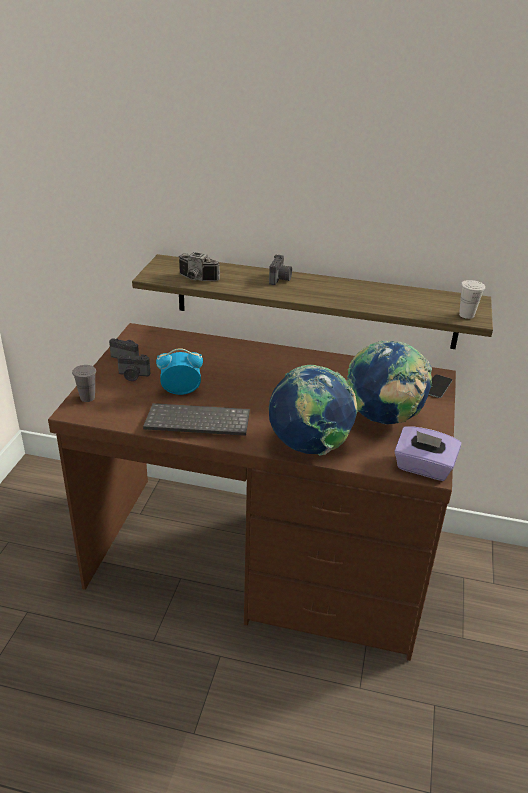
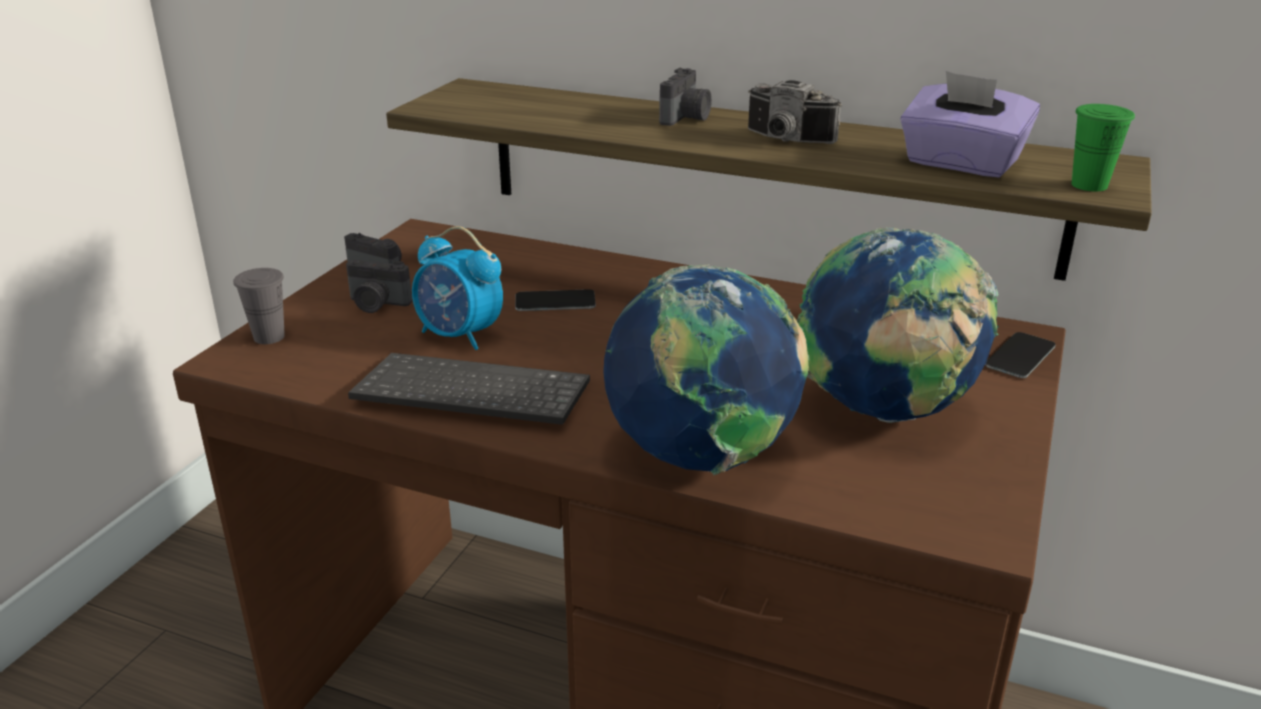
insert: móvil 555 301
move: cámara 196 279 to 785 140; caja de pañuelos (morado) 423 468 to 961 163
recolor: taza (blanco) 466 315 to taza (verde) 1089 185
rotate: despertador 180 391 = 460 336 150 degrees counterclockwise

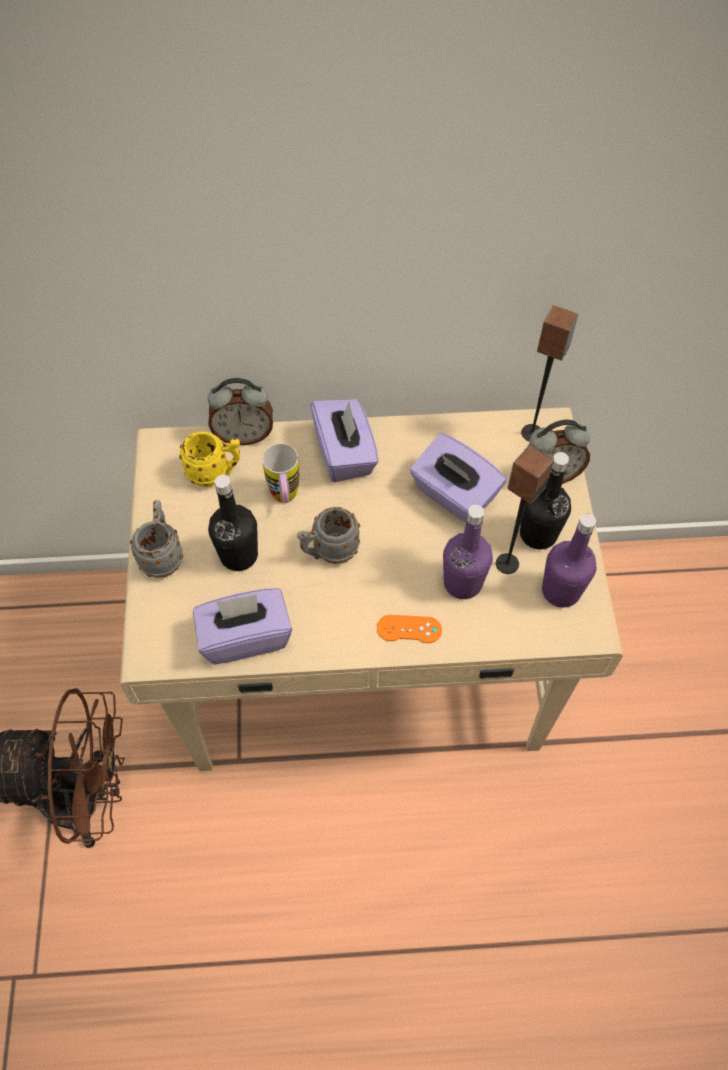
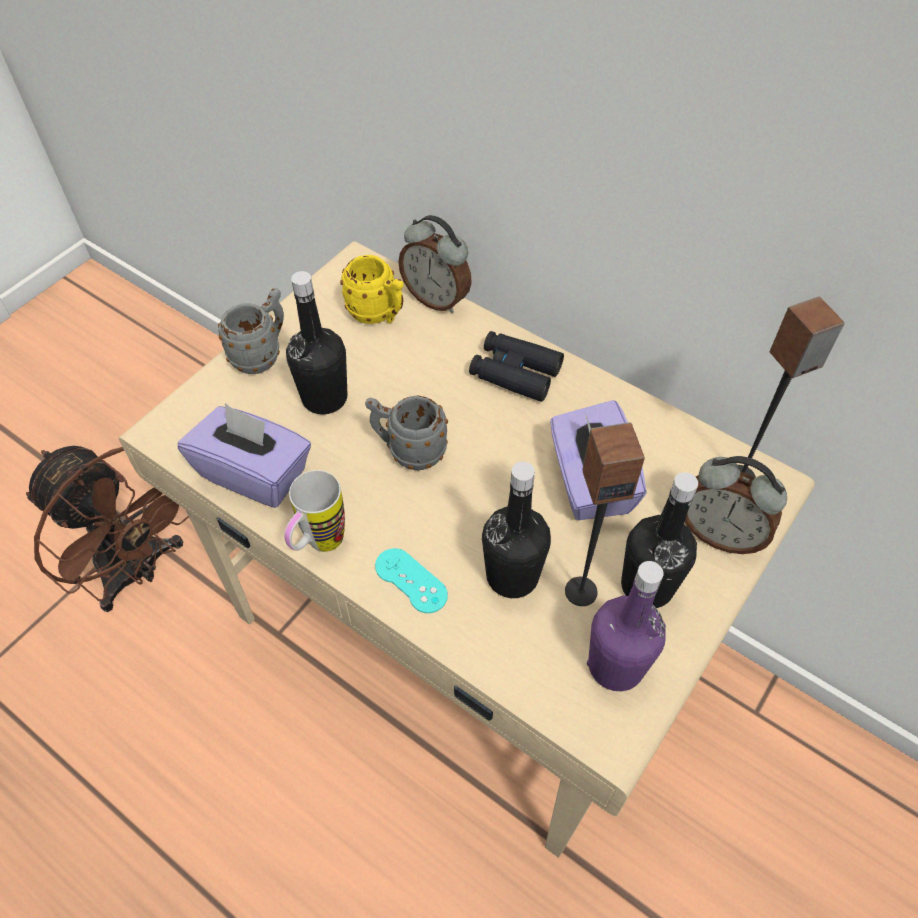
move: taza grande 285 499 to 319 546
replace: caja de pañuelos (morado) 345 454 to prismáticos (negro) 515 372
recolor: mando de consola (naranja) 409 629 to mando de consola (turquesa) 411 580; botella (morado) 462 583 to botella (negro) 512 576

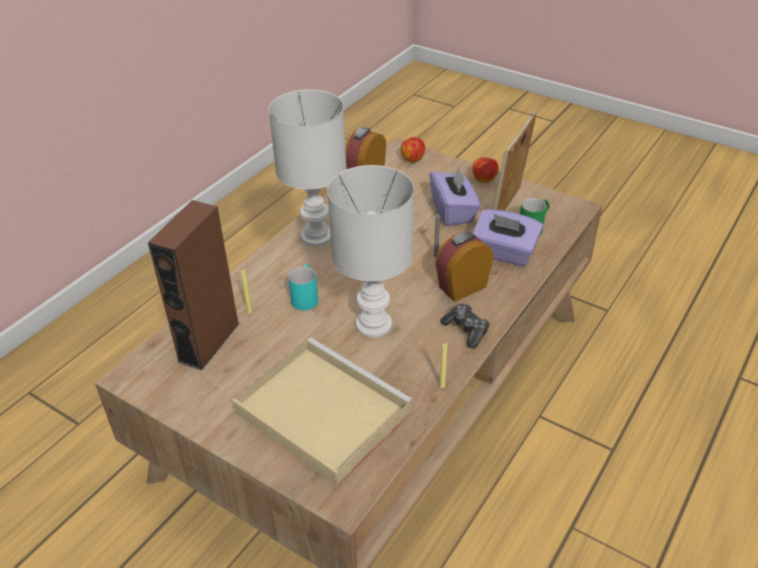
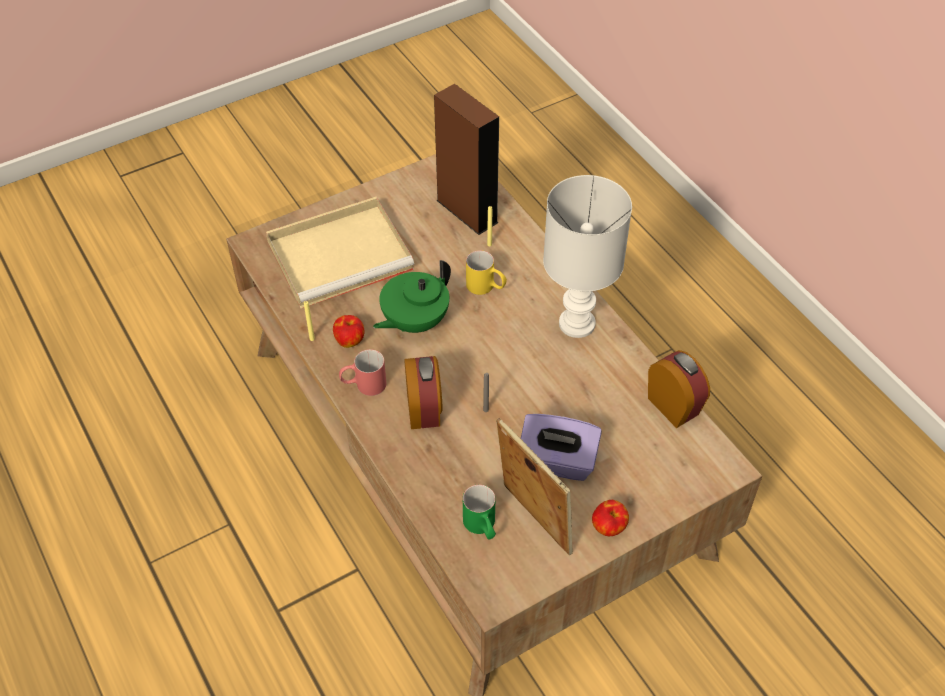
delete: caja de pañuelos (morado) 504 253
move: manzana 412 159 to 350 340
replace: mando de consola 466 330 to taza grande (rojo) 363 385; lámpara de mesa (blanco) 374 326 to tetera (verde) 414 321
recolor: taza grande (turquesa) 306 296 to taza grande (amarillo) 486 287

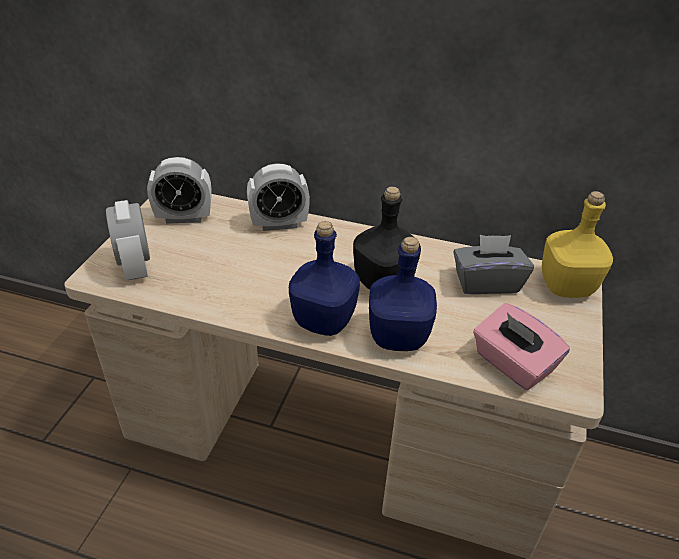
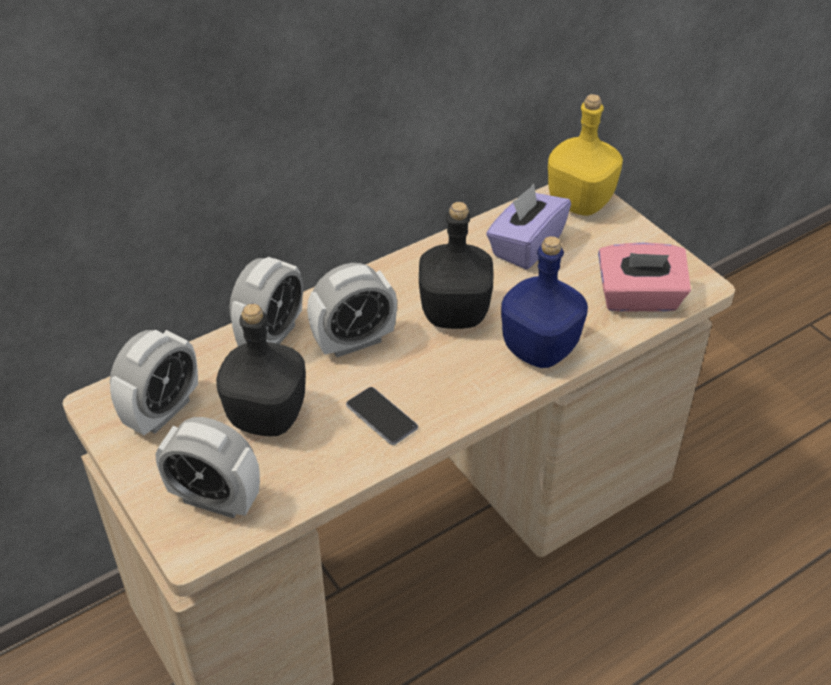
delete: botella (azul) 324 320
insert: botella (negro) 265 416; despertador 354 341; móvil 381 417
recolor: caja de pañuelos (gris) 486 282 to caja de pañuelos (morado) 526 246

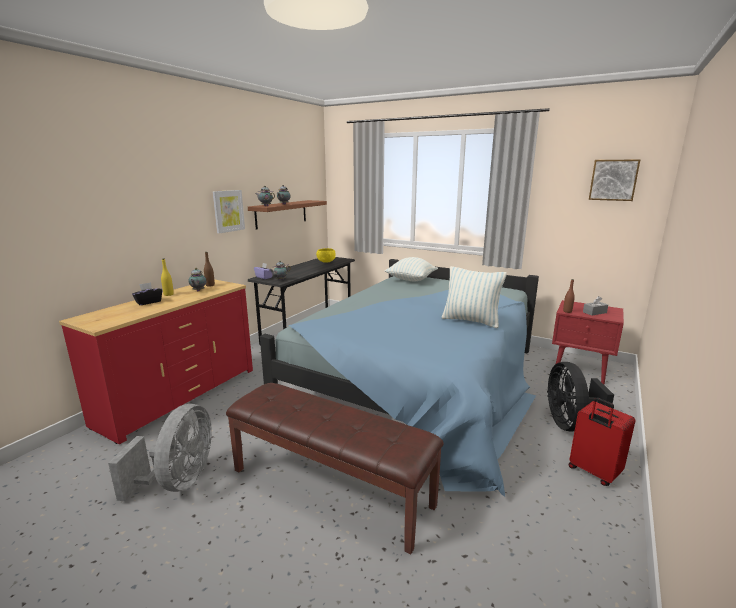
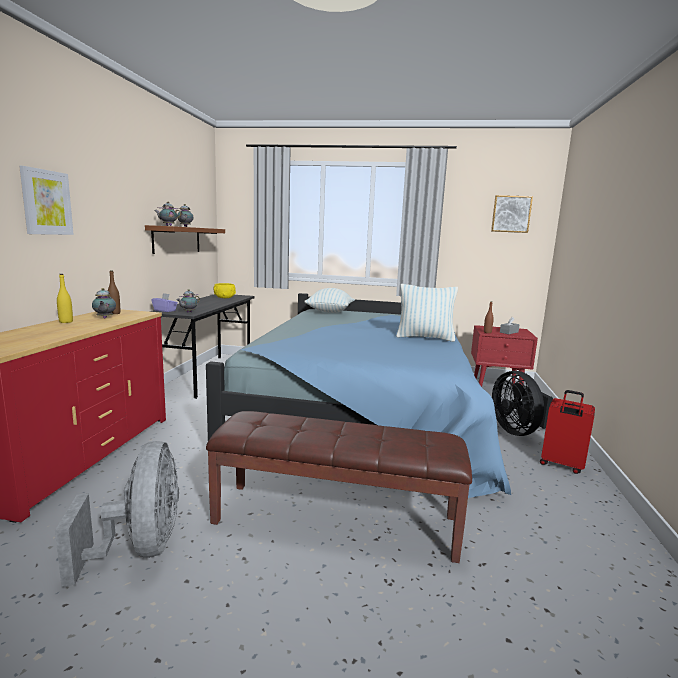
delete: caja de pañuelos (negro) 148 302
move: cuadro 228 211 to 46 202

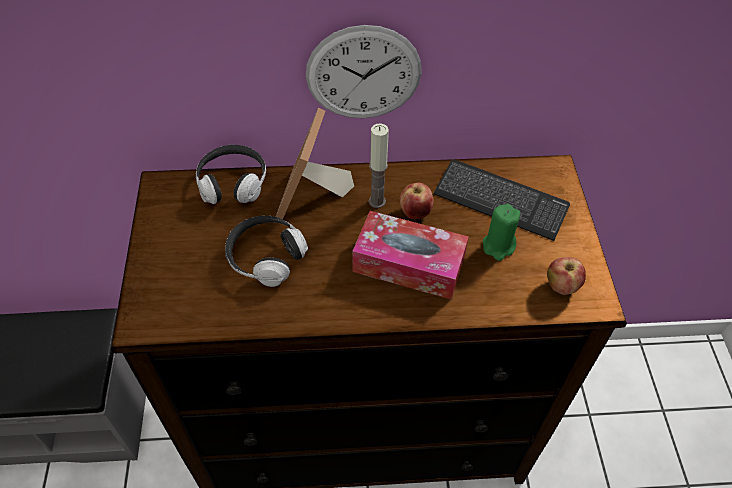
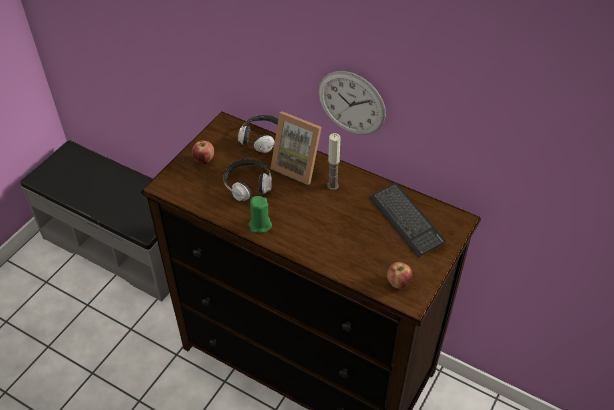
delete: caja de pañuelos 408 264
move: manzana 415 212 to 204 160; vela (verde) 498 246 to 260 225
rotate: portarretratos 311 197 = 298 166 105 degrees counterclockwise

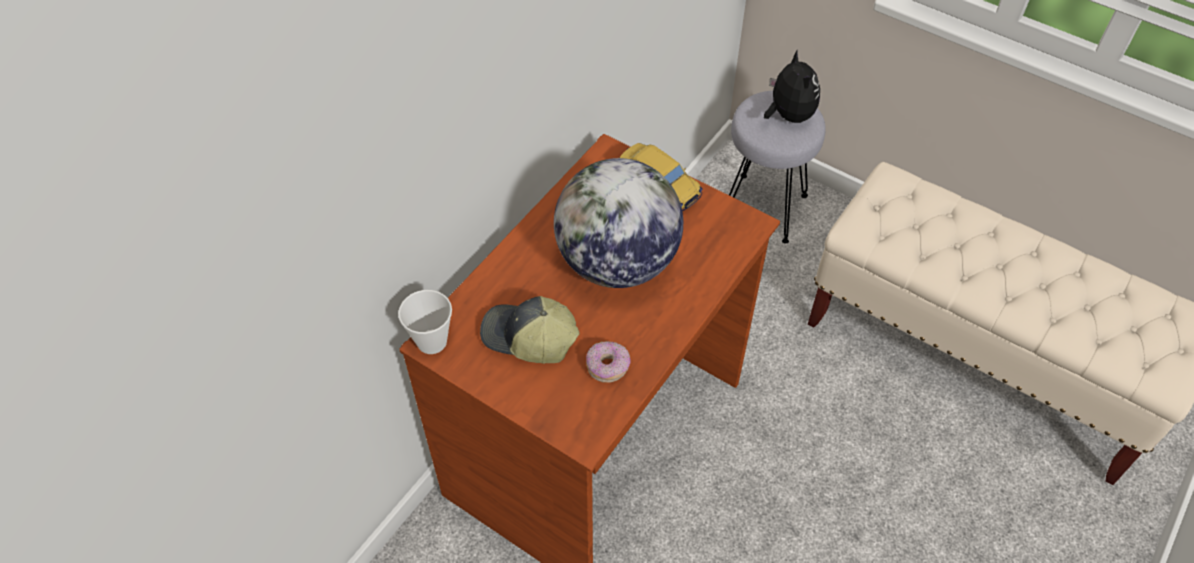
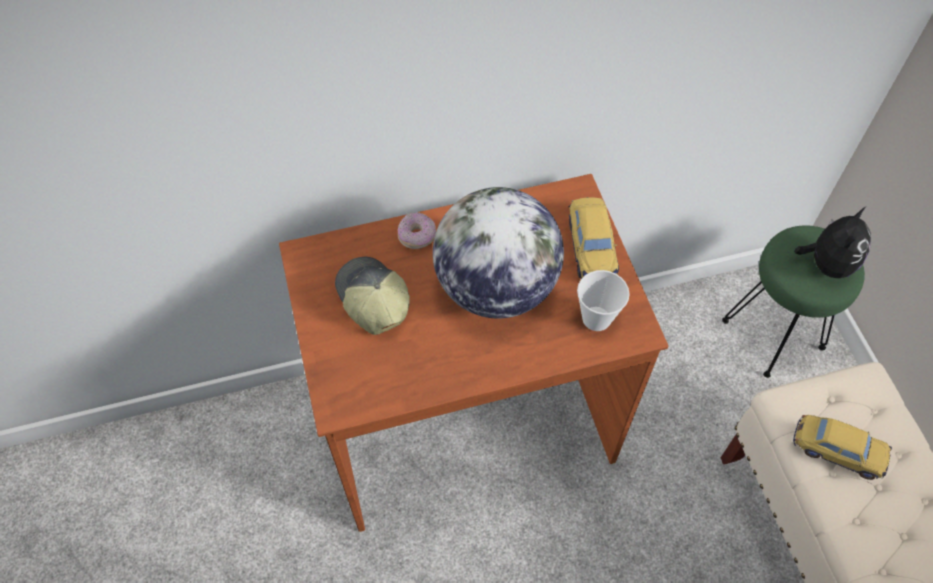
insert: coche de juguete 837 451
move: rosquilla 607 367 to 417 236; taza 432 341 to 596 318
recolor: taburete (gris) 762 207 to taburete (verde) 772 332

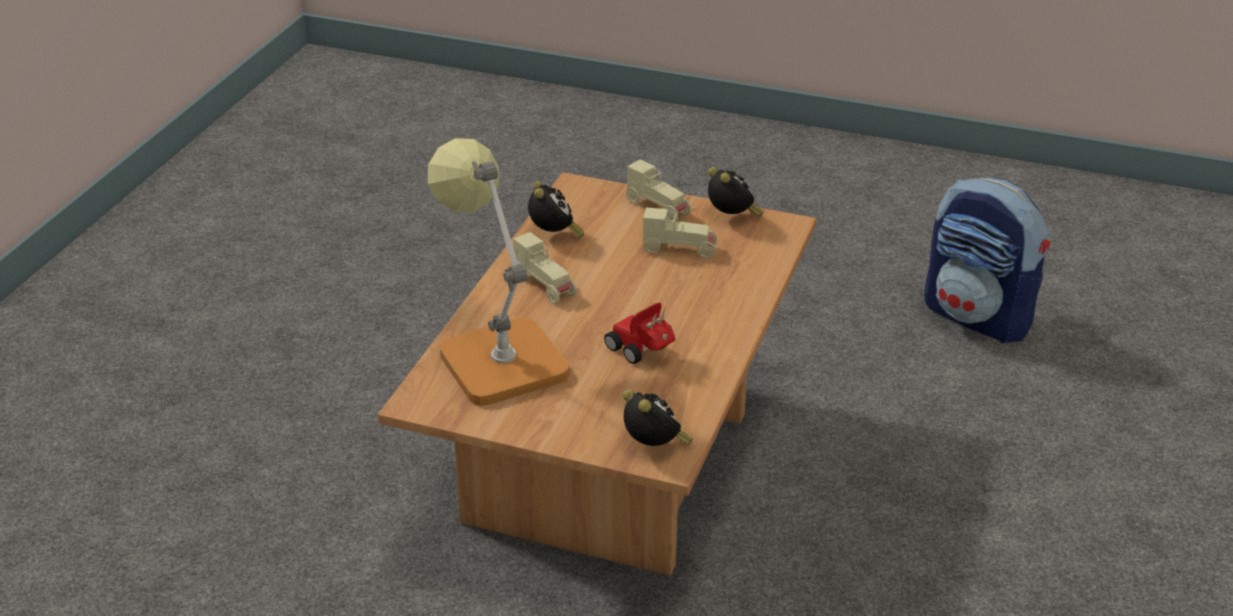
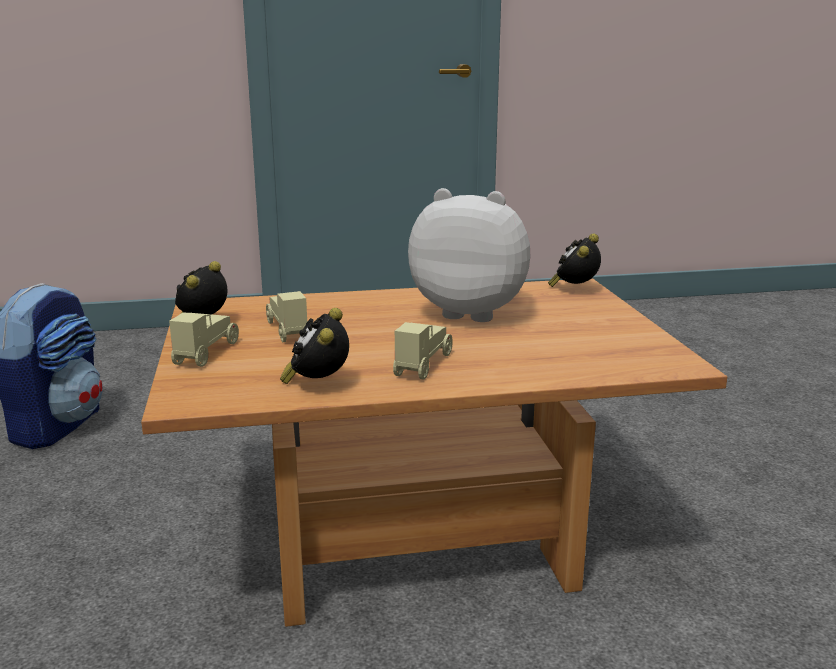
delete: lámpara de mesa 496 355
replace: coche de juguete 642 352 to peluche 471 312
rotate: despertador 554 236 = 317 384 45 degrees counterclockwise

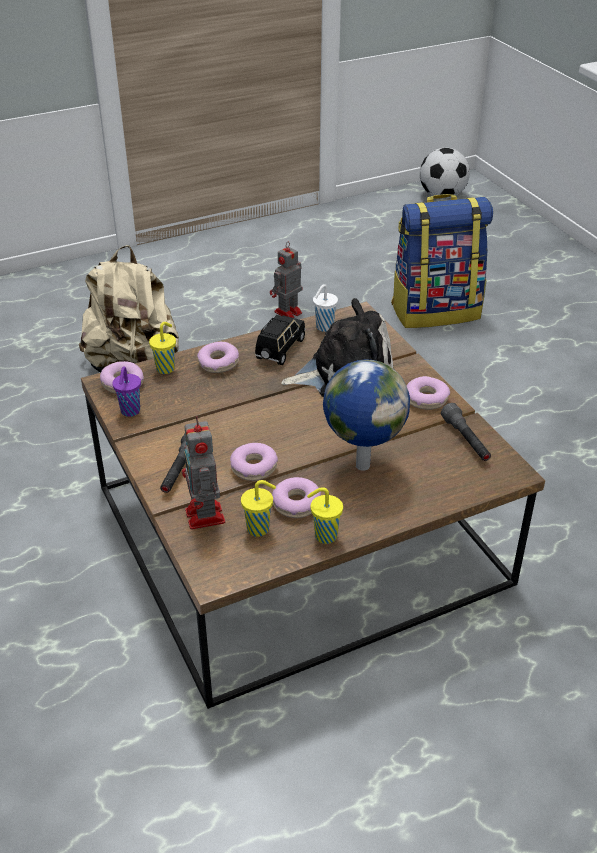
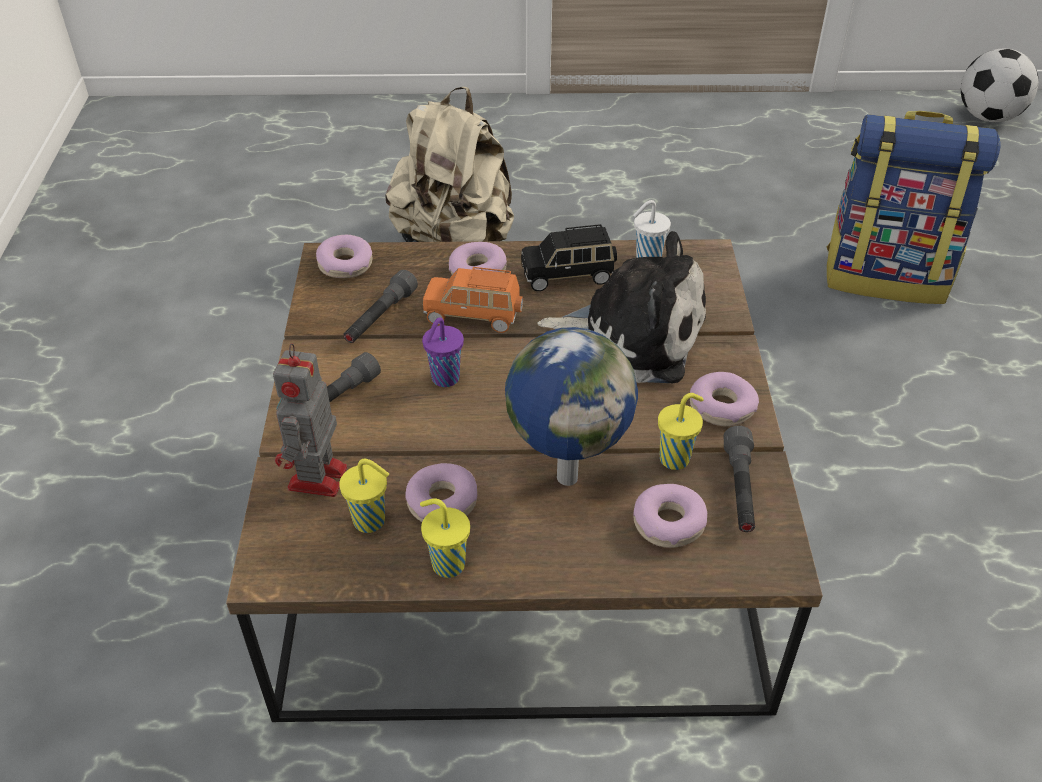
delete: robot de juguete 287 313
insert: linterna (gris) 380 318; coche de juguete (naranja) 474 316
move: taza (morado) 130 412 to 444 379; rosquilla 254 467 to 669 523; taza (amarillo) 166 368 to 676 458
rotate: coche de juguete (negro) 280 350 = 568 275 150 degrees counterclockwise

